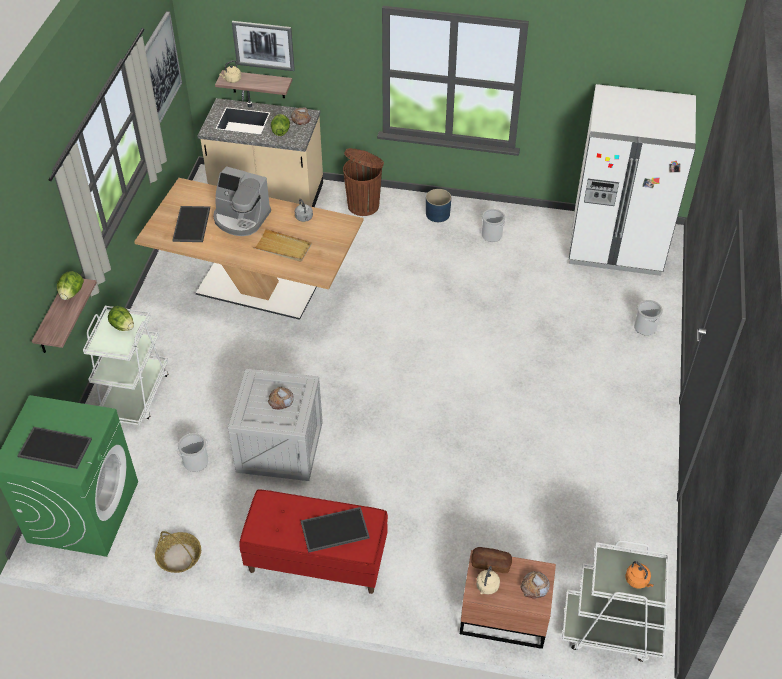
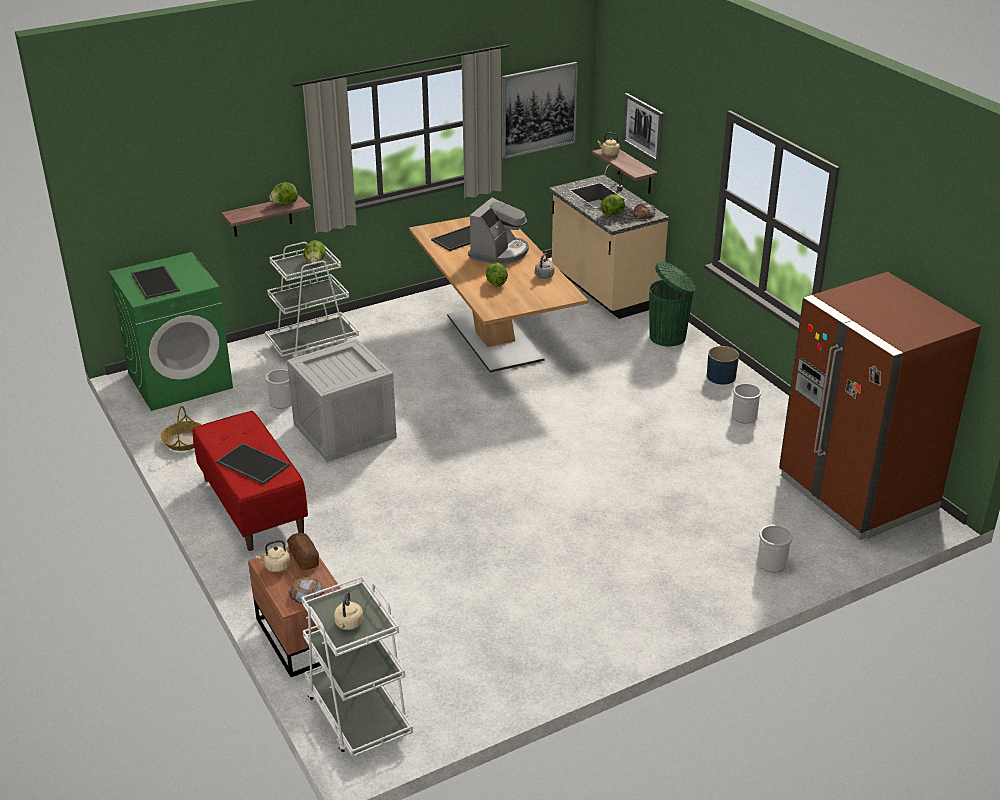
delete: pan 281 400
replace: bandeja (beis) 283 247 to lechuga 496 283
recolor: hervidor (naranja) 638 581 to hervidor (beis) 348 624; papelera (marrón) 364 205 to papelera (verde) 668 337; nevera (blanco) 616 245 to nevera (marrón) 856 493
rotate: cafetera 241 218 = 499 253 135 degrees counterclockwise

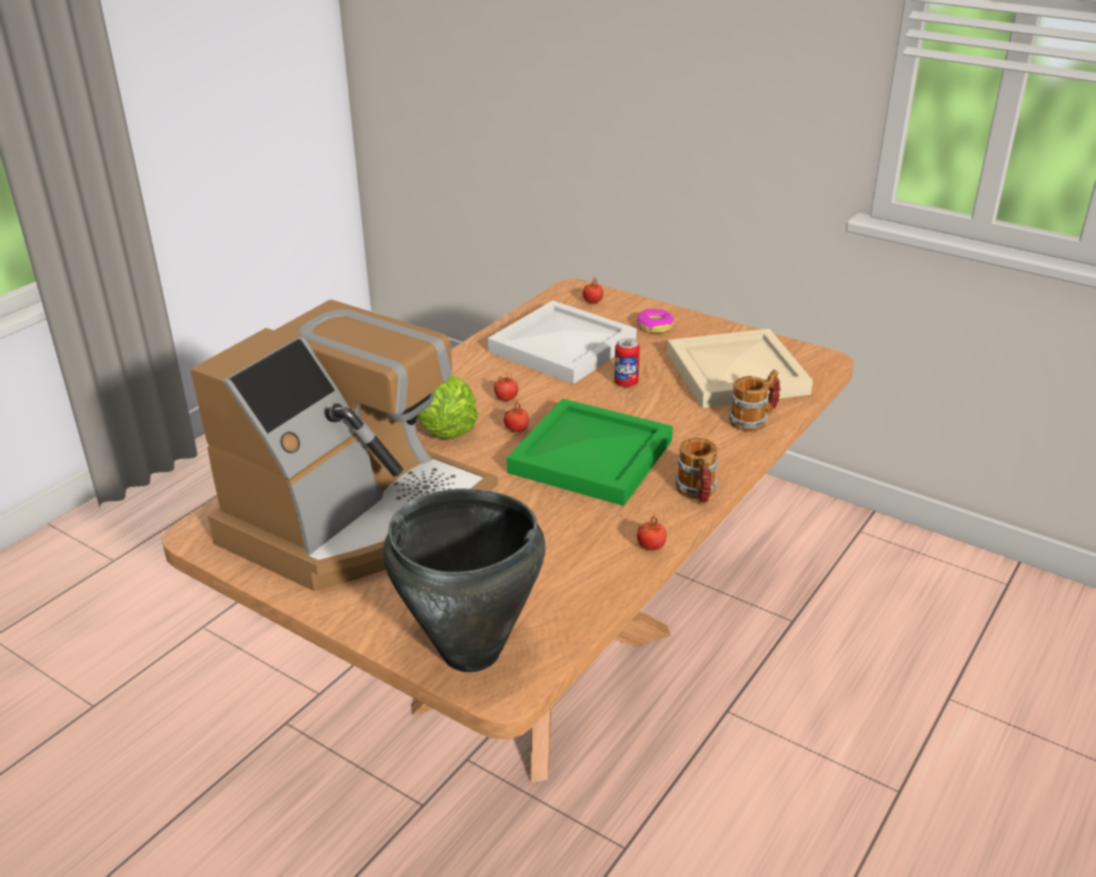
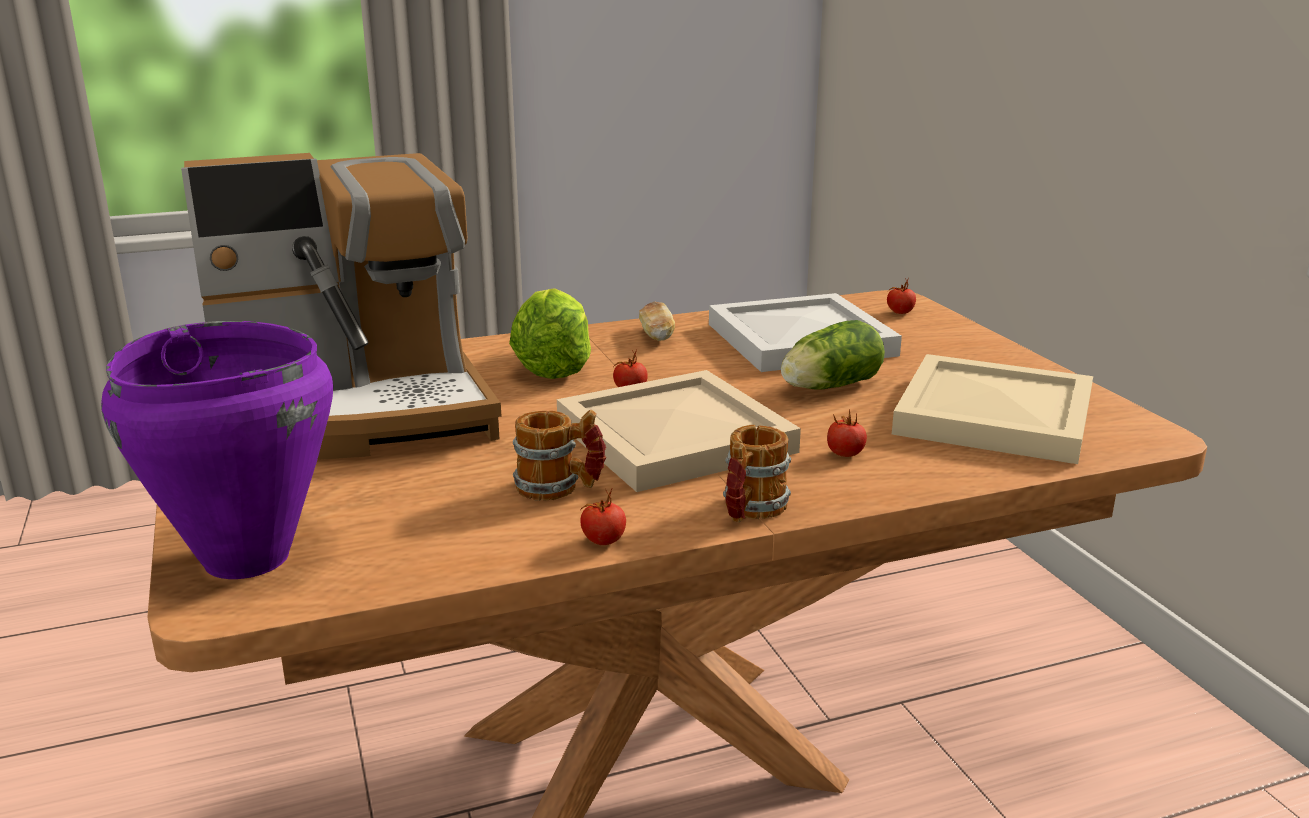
delete: rosquilla 655 326
insert: pan 656 336
move: taza grande 754 420 to 559 488; tomate 506 398 to 845 454
replace: lata 626 383 to lechuga 827 387
recolor: olla (negro) 471 652 to olla (morado) 245 559; bandeja (verde) 592 458 to bandeja (beis) 673 438

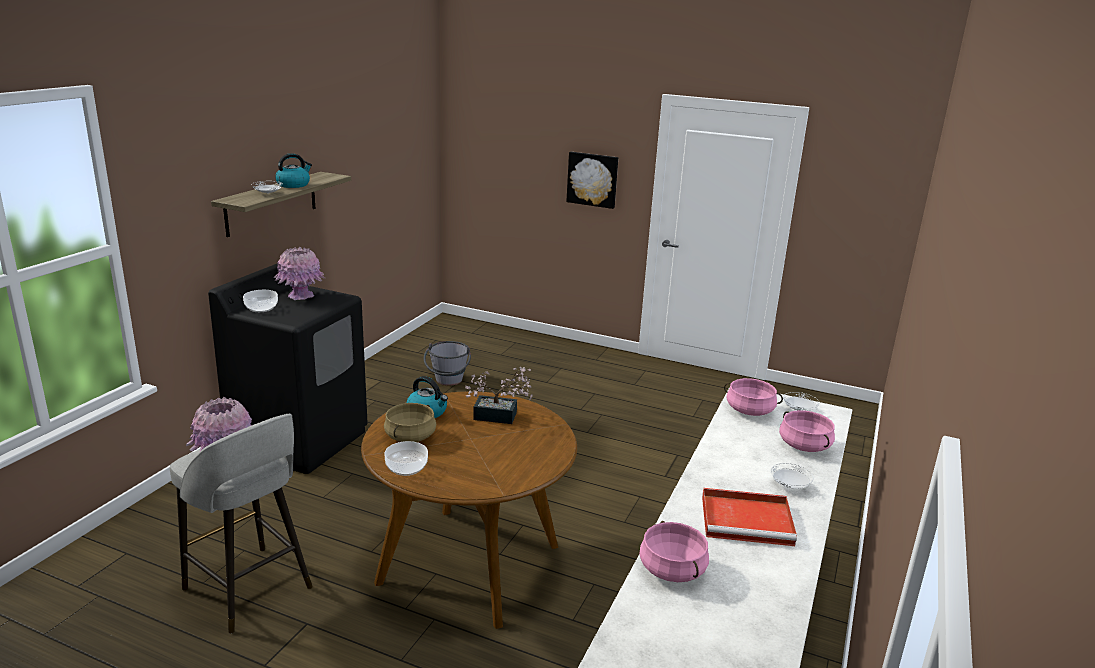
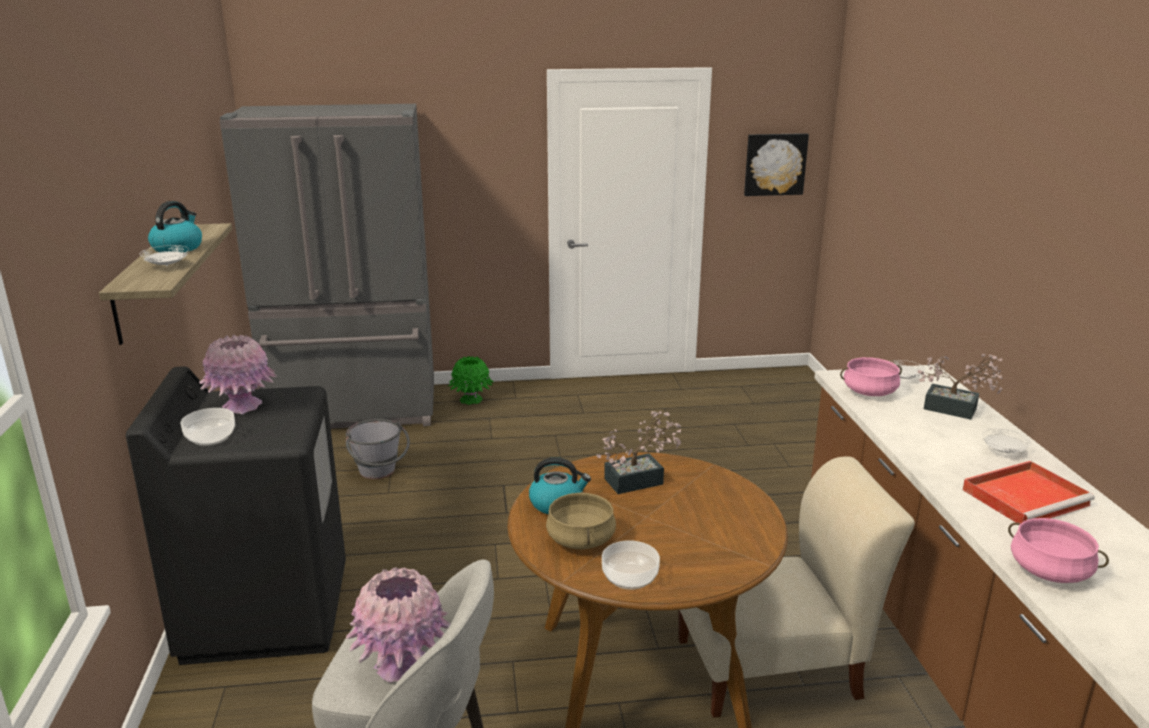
insert: nevera (gris) 355 411; florero (verde) 471 400; silla (beis) 775 667
move: cuadro 592 179 to 774 164
replace: olla (rosa) 804 445 to planta en maceta 956 410

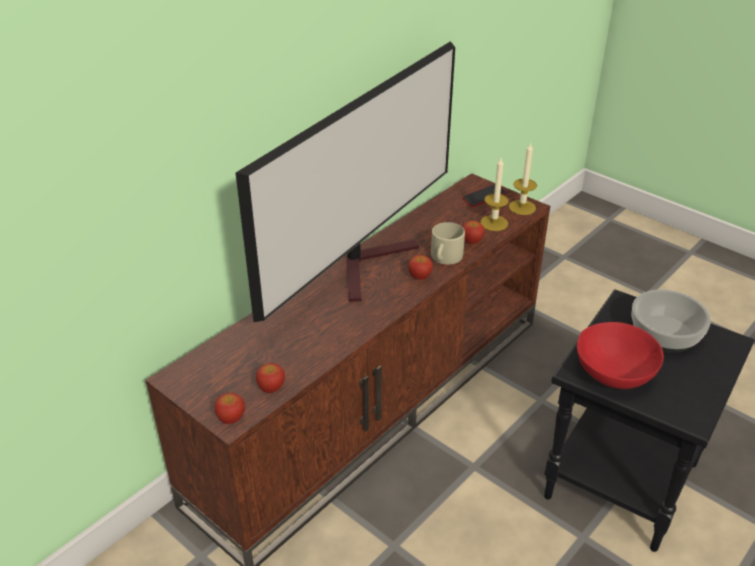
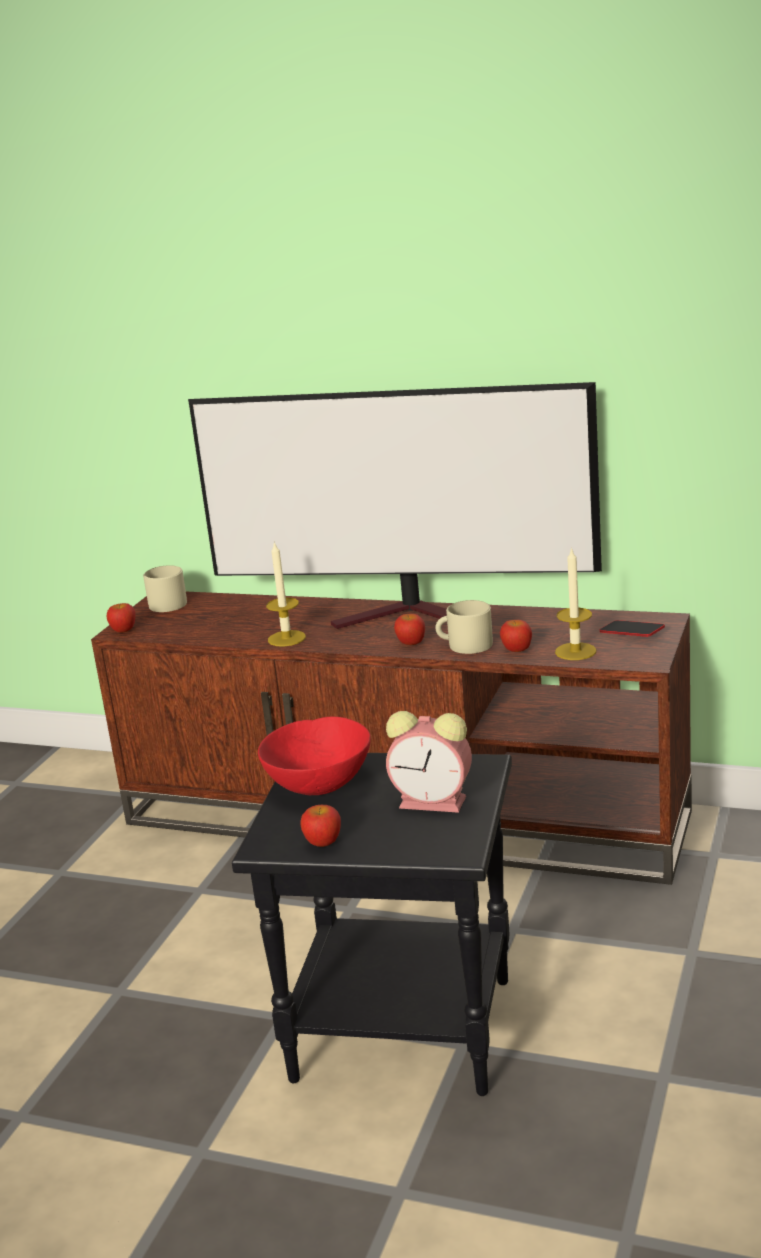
insert: taza grande (beis) 167 603
move: vela 522 207 to 286 638; manzana 271 387 to 323 842
replace: cuenco 665 333 to despertador 435 802

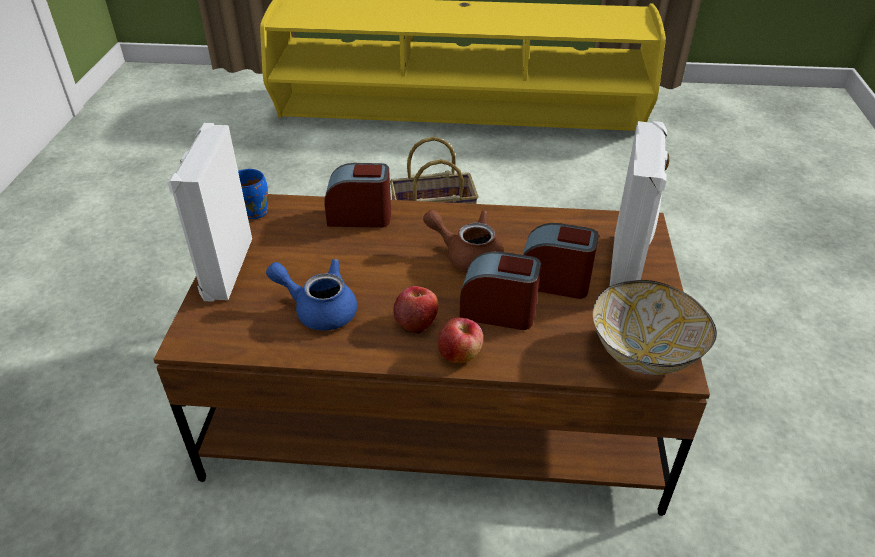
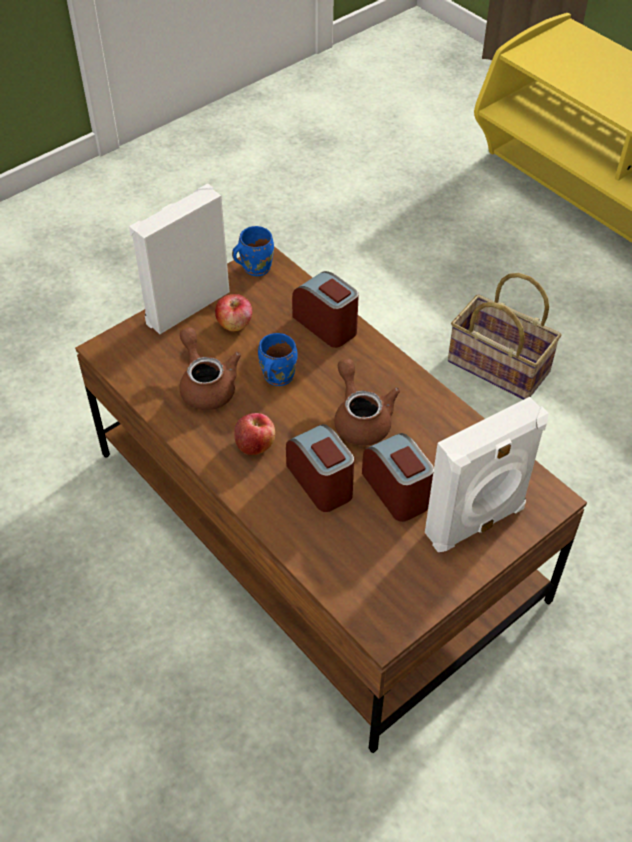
delete: cuenco 644 355
insert: taza grande (azul) 276 377
move: manzana 460 354 to 235 324
recolor: tetera (azul) 319 309 to tetera (marrón) 206 385

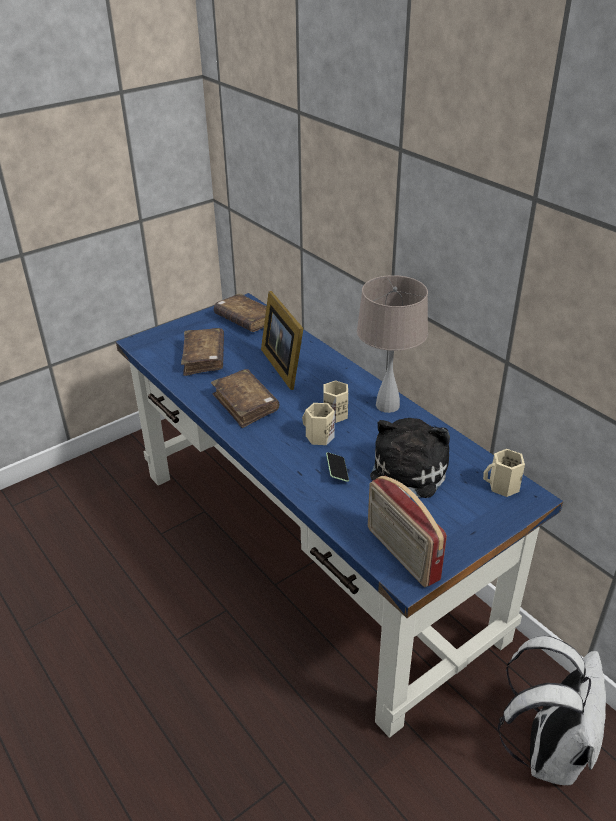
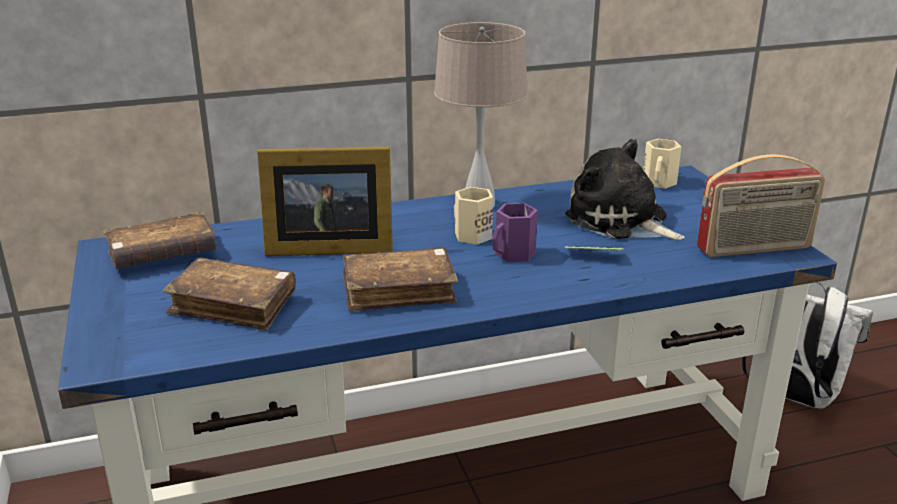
recolor: taza grande (beis) 318 437 to taza grande (morado) 514 254

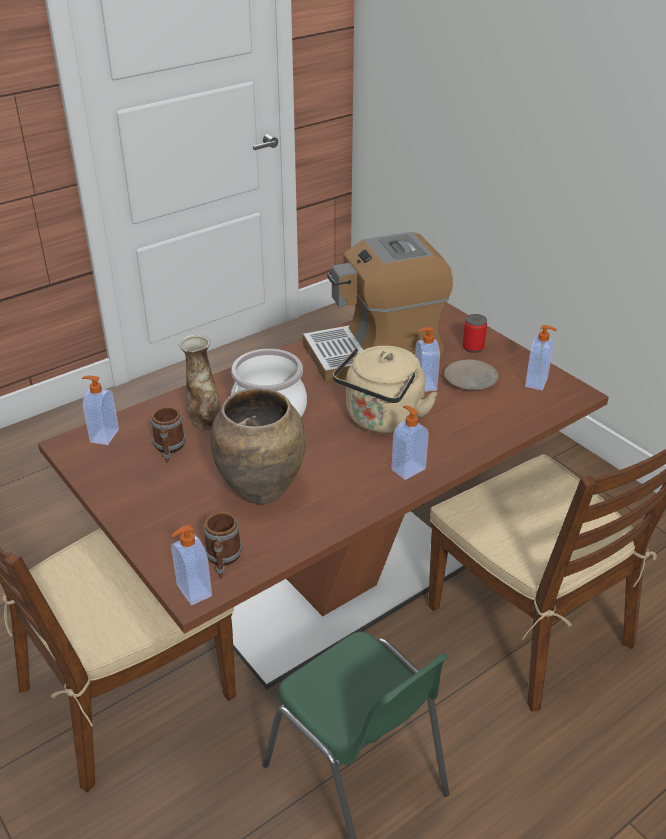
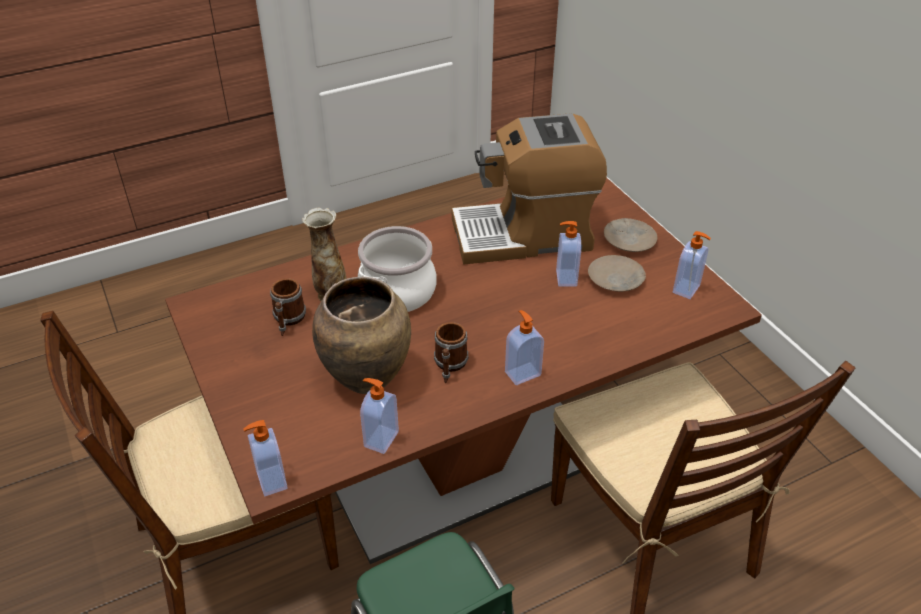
delete: hervidor (beis) 382 420
move: dispensador de jabón 103 435 to 380 439; taza grande 223 559 to 449 366
replace: lata 473 347 to plato (beis) 629 240

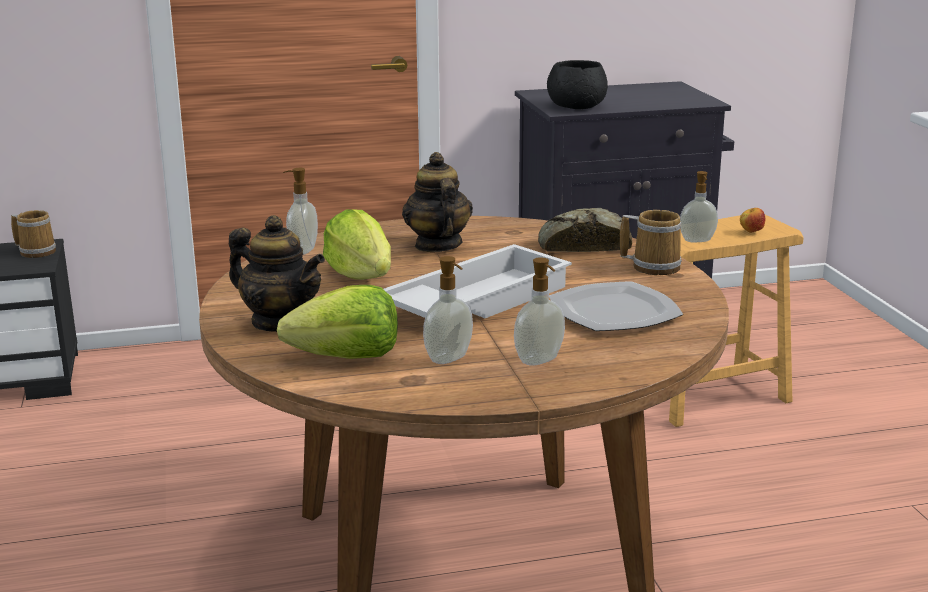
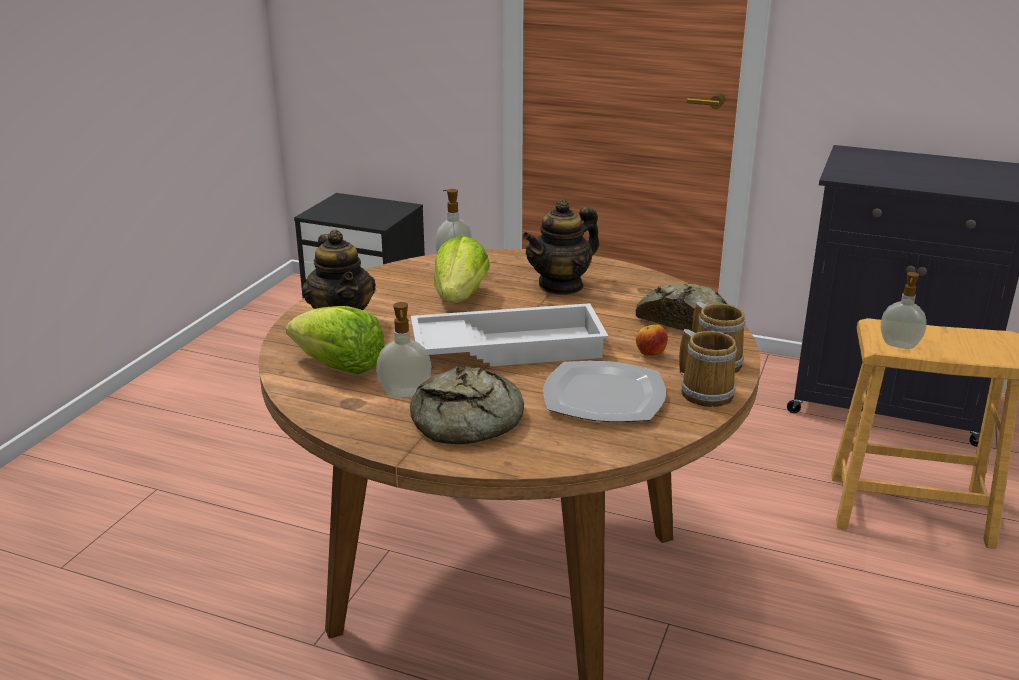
delete: cuenco (negro) 576 106
move: manzana 751 232 to 650 355; taza grande 36 251 to 705 391
replace: dispensador de jabón 540 361 to pan 468 421
rotate: tetera 437 245 = 561 286 150 degrees counterclockwise

